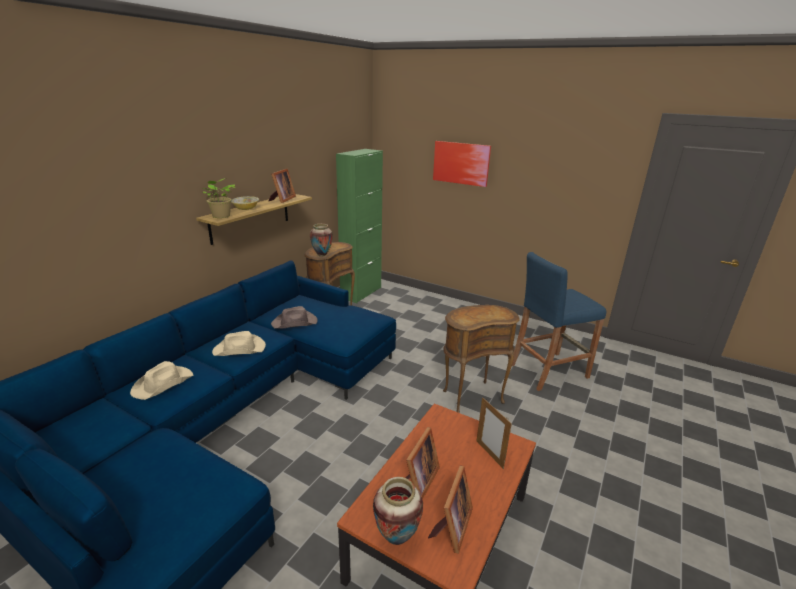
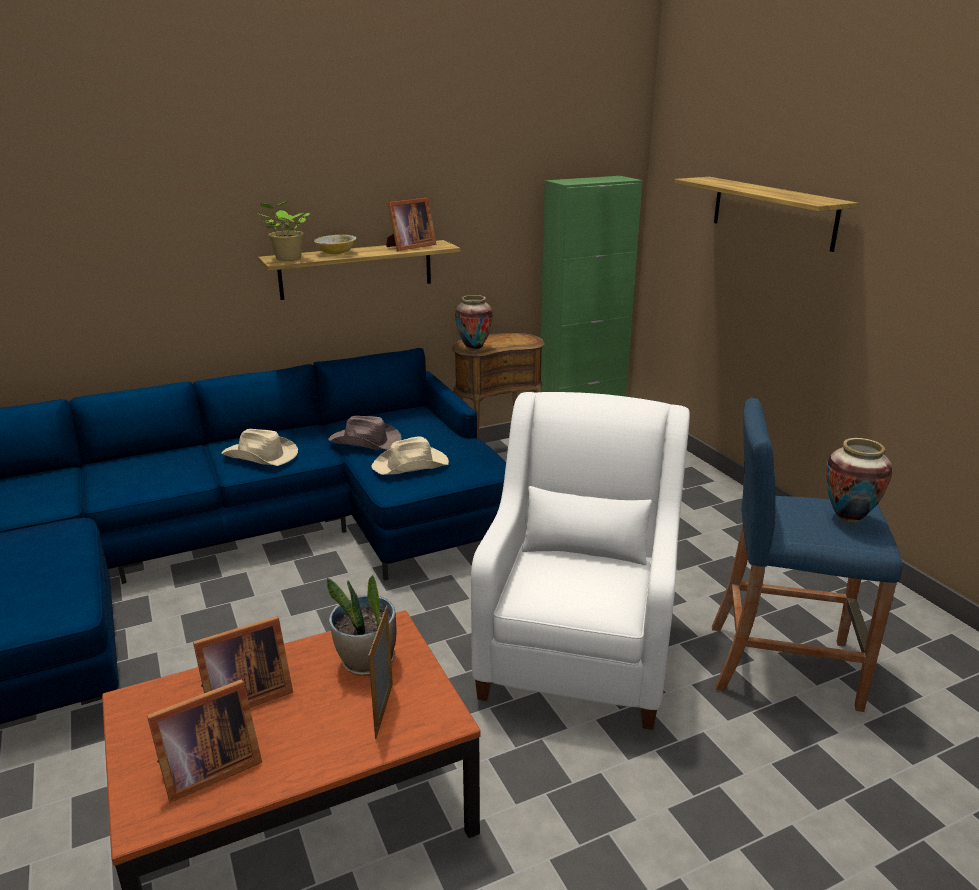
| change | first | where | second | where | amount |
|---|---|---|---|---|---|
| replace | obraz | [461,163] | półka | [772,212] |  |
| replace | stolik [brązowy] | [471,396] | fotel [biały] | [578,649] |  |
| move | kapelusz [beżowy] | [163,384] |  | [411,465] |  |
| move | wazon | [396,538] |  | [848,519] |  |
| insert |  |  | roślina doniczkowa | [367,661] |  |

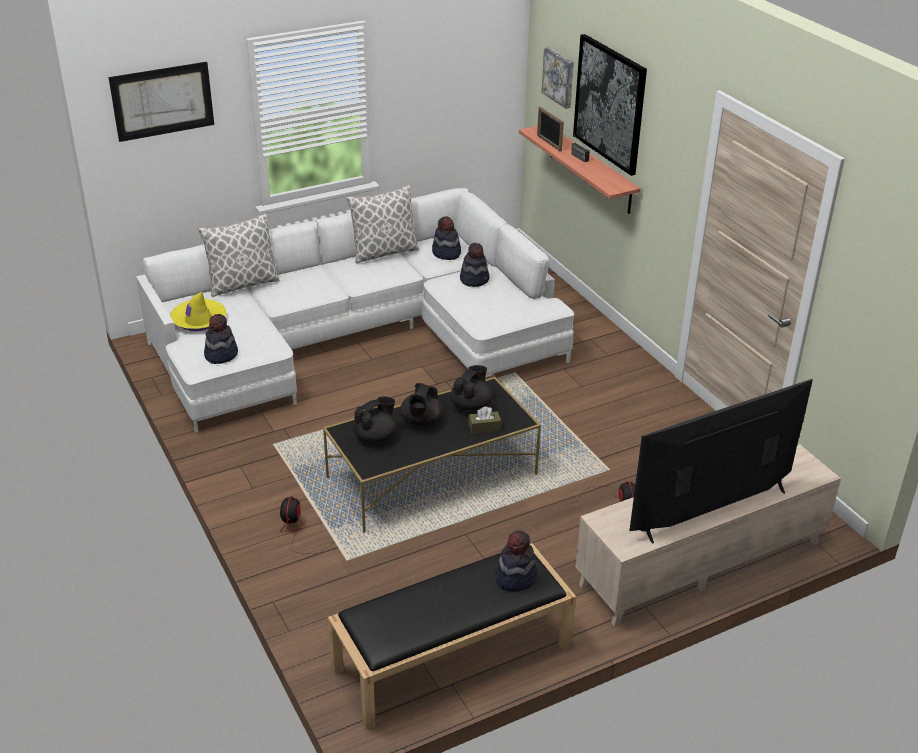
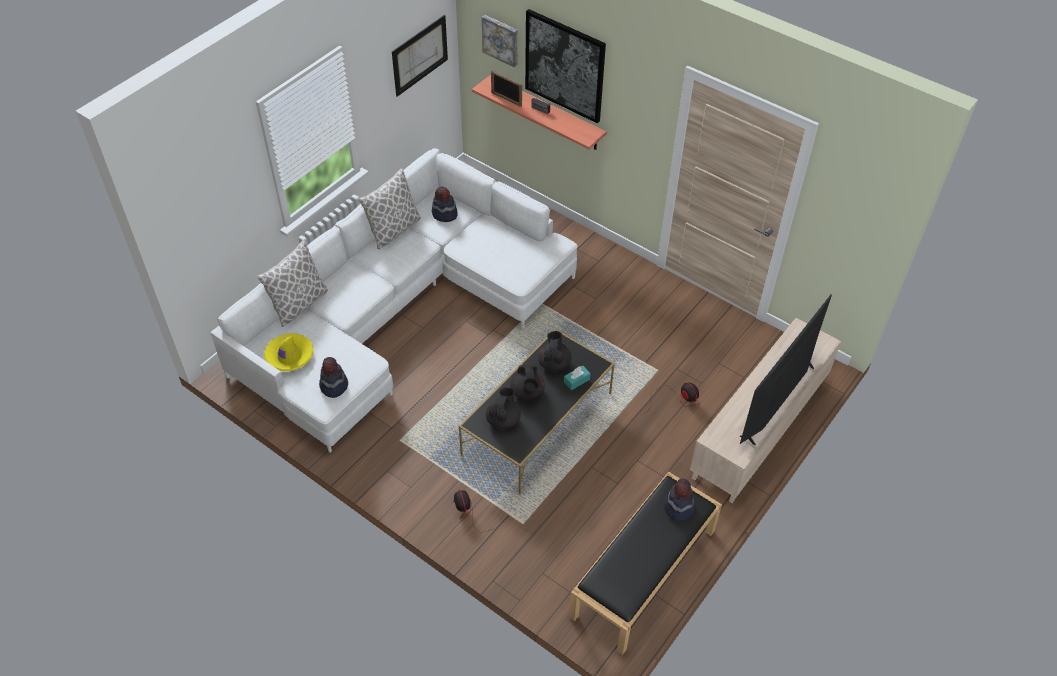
| change | first | where | second | where | amount |
|---|---|---|---|---|---|
| move | obraz | [162,101] |  | [420,55] |  |
| delete | kapelusz | [474,279] |  |  |  |
| recolor | pudełko chusteczek [brązowy] | [484,427] | pudełko chusteczek [turkusowy] | [576,381] |  |

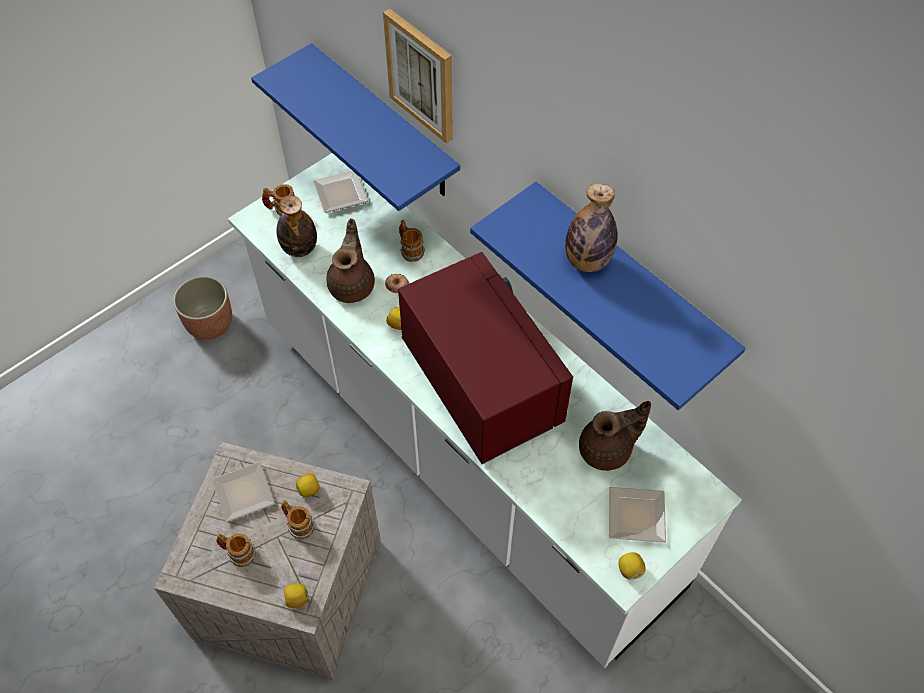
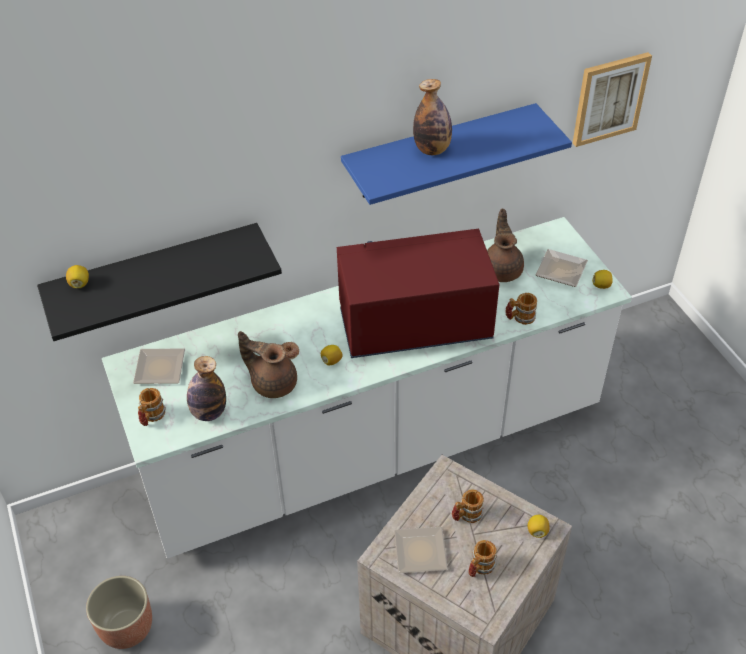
| change | first | where | second | where | amount |
|---|---|---|---|---|---|
| move | obraz | [422,75] |  | [609,98] |  |
| recolor | półka [niebieski] | [384,124] | półka [czarny] | [155,274] |  |
| move | kubek | [410,249] |  | [520,318] |  |
| move | cytryna | [309,489] |  | [79,284] |  |

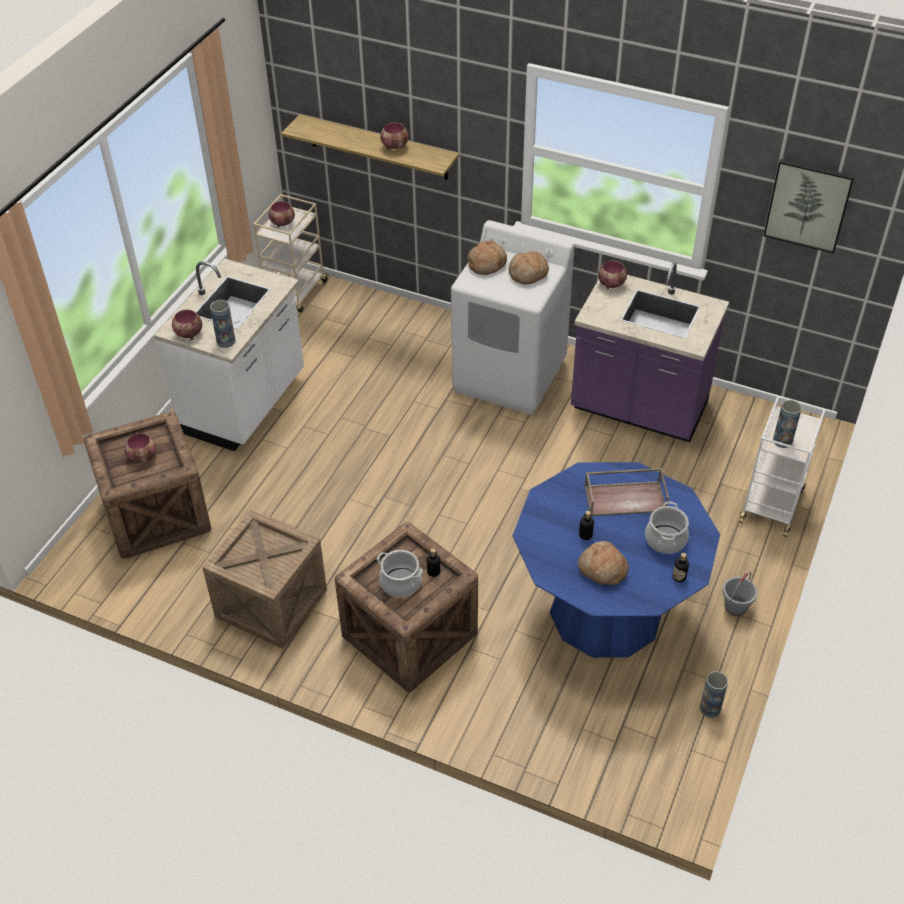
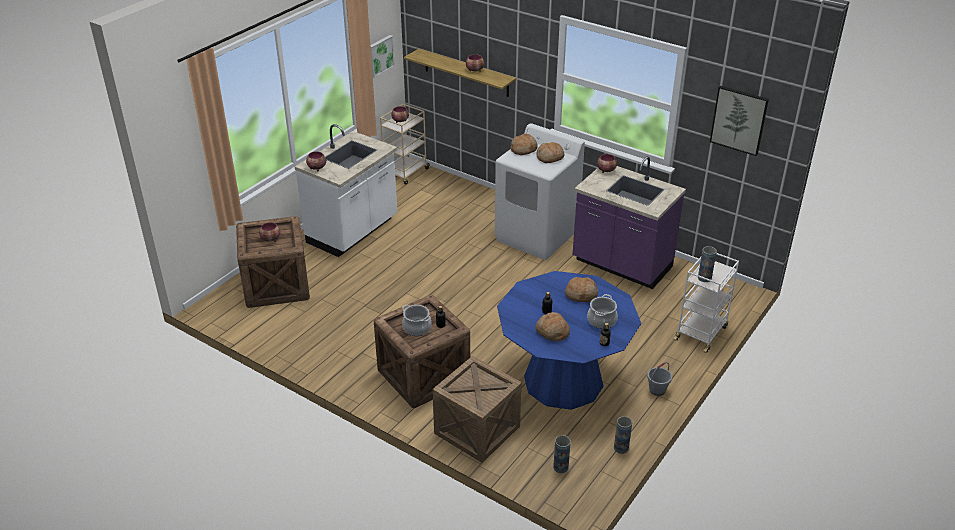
| change | first | where | second | where | amount |
|---|---|---|---|---|---|
| move | wazon | [226,341] |  | [560,467] |  |
| replace | taca [brązowy] | [626,498] | chleb | [581,294] |  |
| move | skrzynka | [271,603] |  | [477,430] |  |
| insert |  |  | obraz | [380,55] |  |

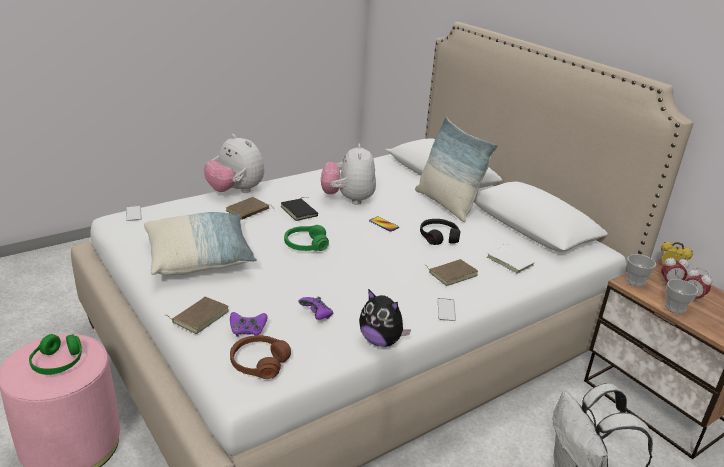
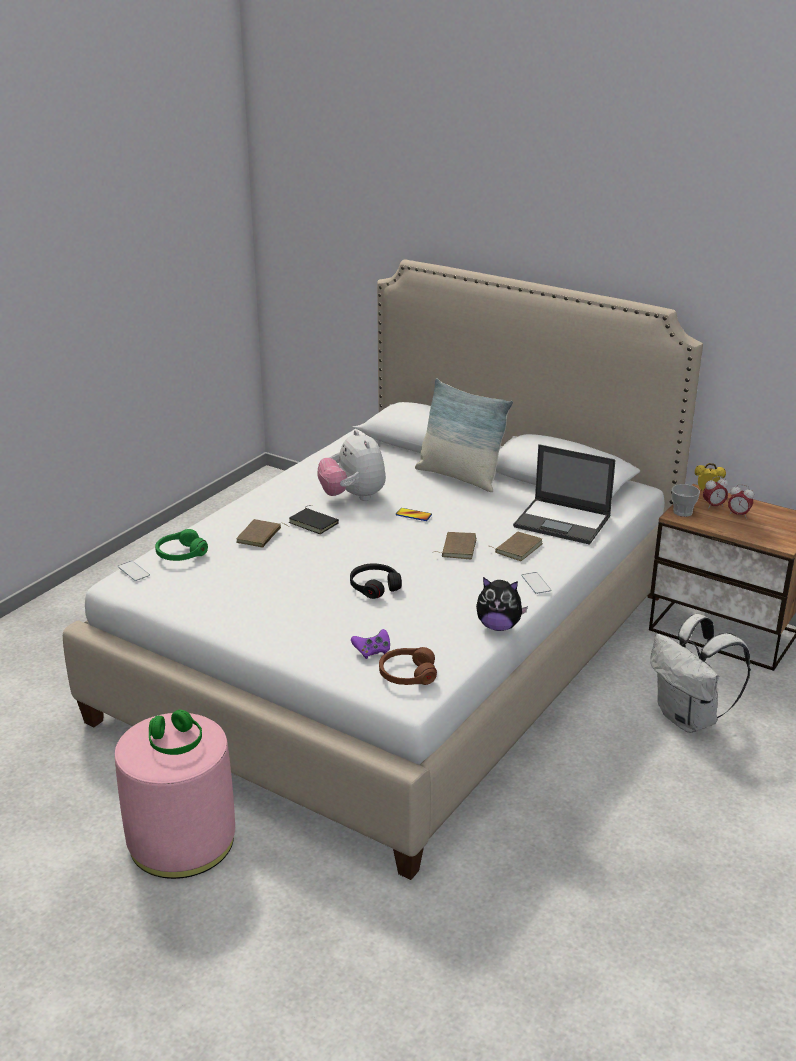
| change | first | where | second | where | amount |
|---|---|---|---|---|---|
| delete | pluszak | [235,191] |  |  |  |
| delete | poduszka | [200,258] |  |  |  |
| move | słuchawki [czarny] | [438,237] |  | [374,586] |  |
| move | słuchawki [zielony] | [305,245] |  | [181,554] |  |
| replace | książka [biały] | [511,261] | laptop | [563,522] |  |
| delete | filiżanka | [675,308] |  |  |  |
| move | książka [brązowy] | [199,316] |  | [457,548] |  |
| delete | pad do gier [fioletowy] | [317,315] |  |  |  |

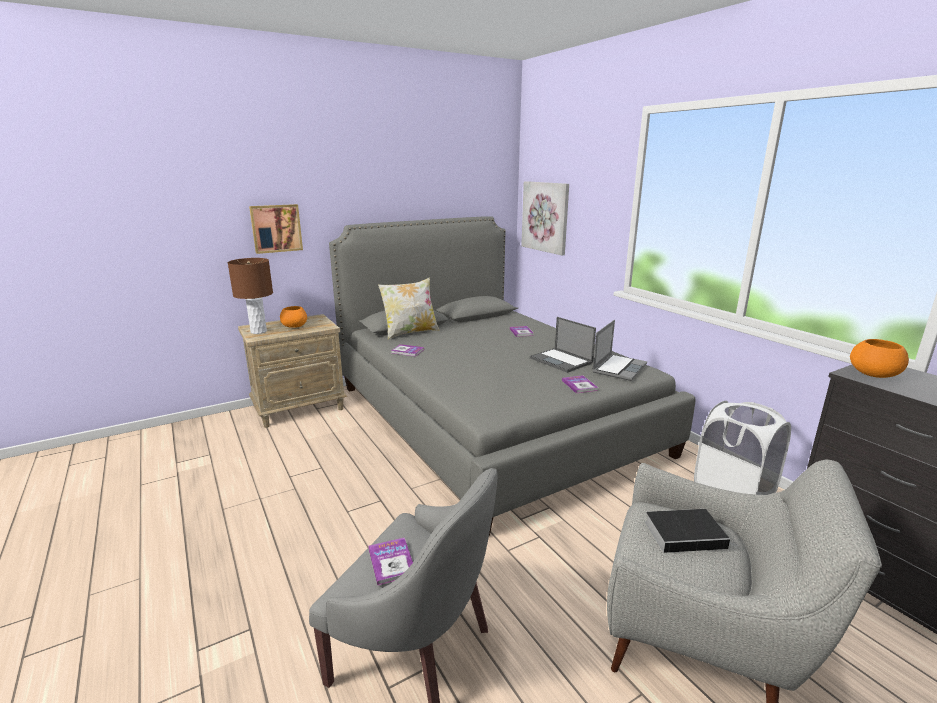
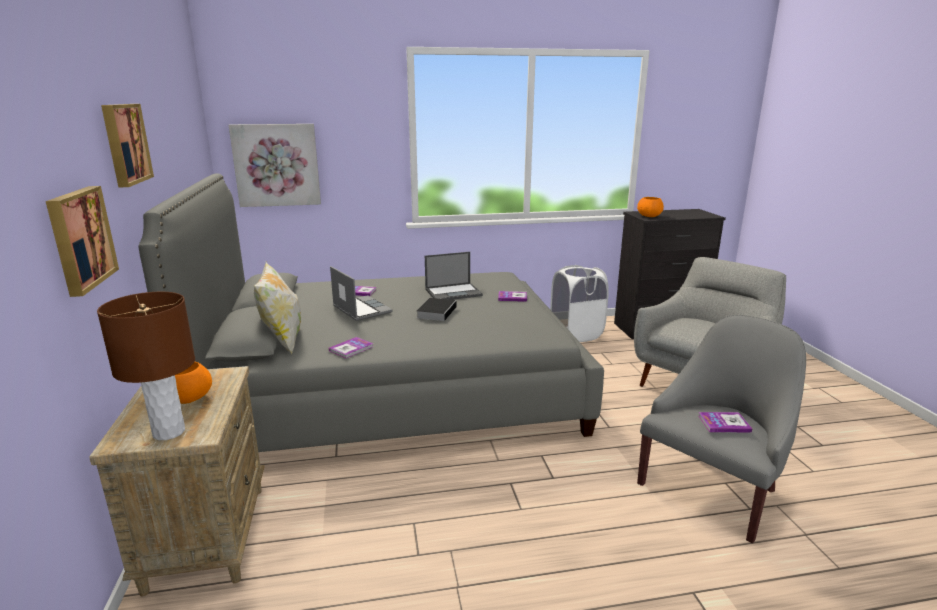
| change | first | where | second | where | amount |
|---|---|---|---|---|---|
| move | laptop | [619,368] |  | [360,309] |  |
| move | książka | [686,534] |  | [437,312] |  |
| insert |  |  | obraz | [124,144] |  |

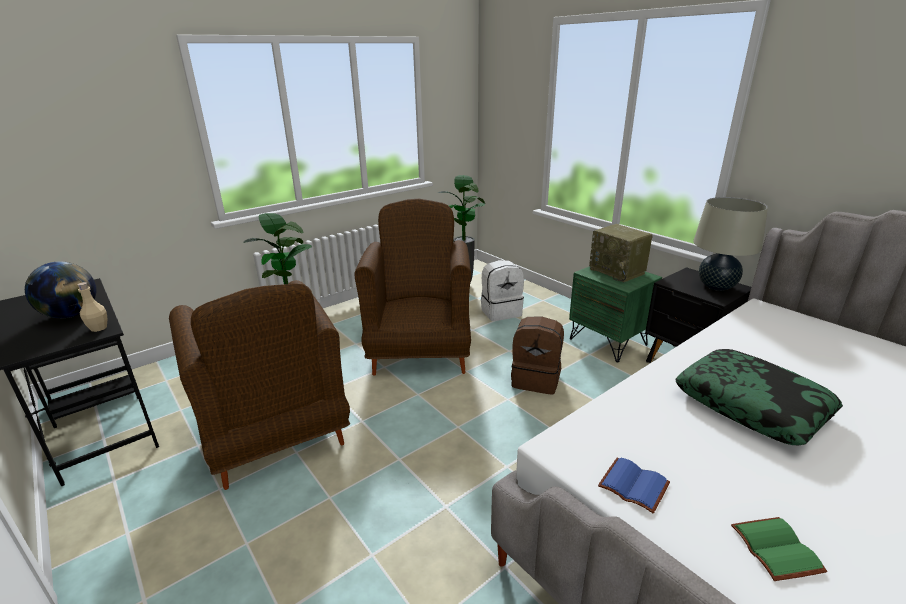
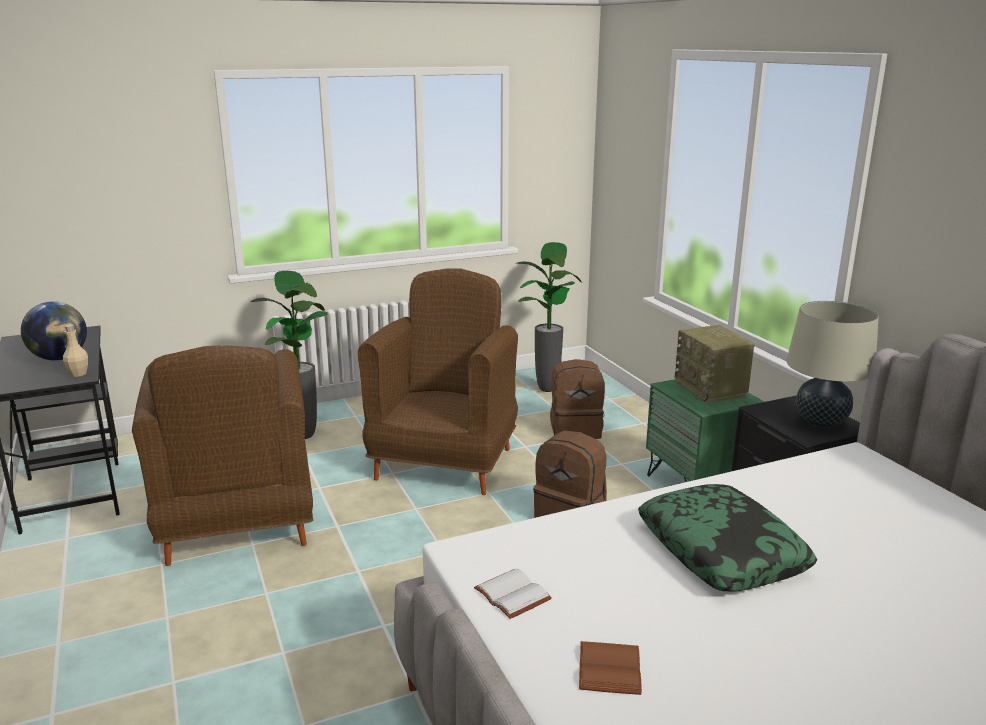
| change | first | where | second | where | amount |
|---|---|---|---|---|---|
| recolor | plecak [biały] | [500,311] | plecak [brązowy] | [575,430] |  |
| recolor | książka [niebieski] | [632,486] | książka [biały] | [510,595] |  |
| recolor | książka [zielony] | [778,550] | książka [brązowy] | [611,670] |  |

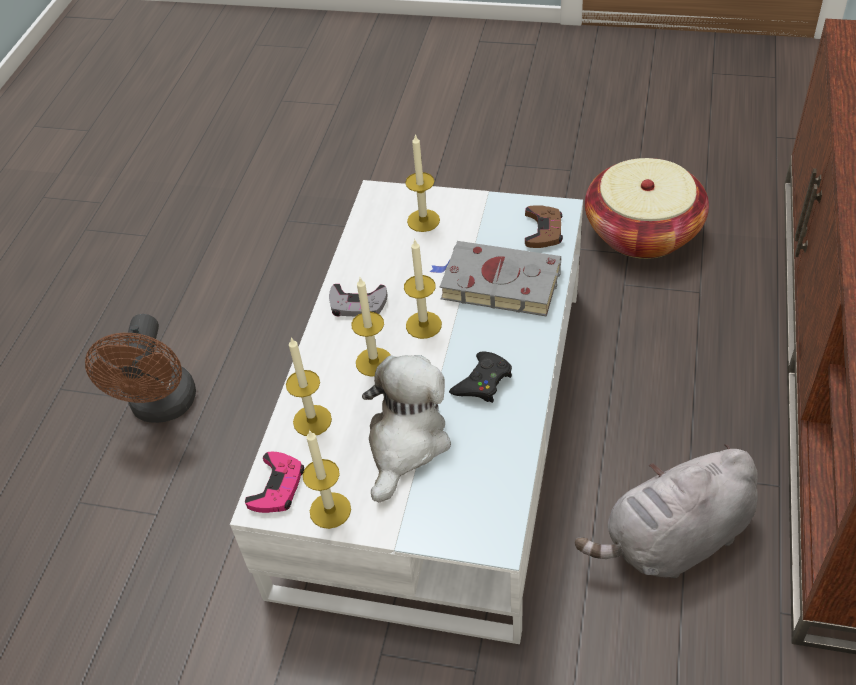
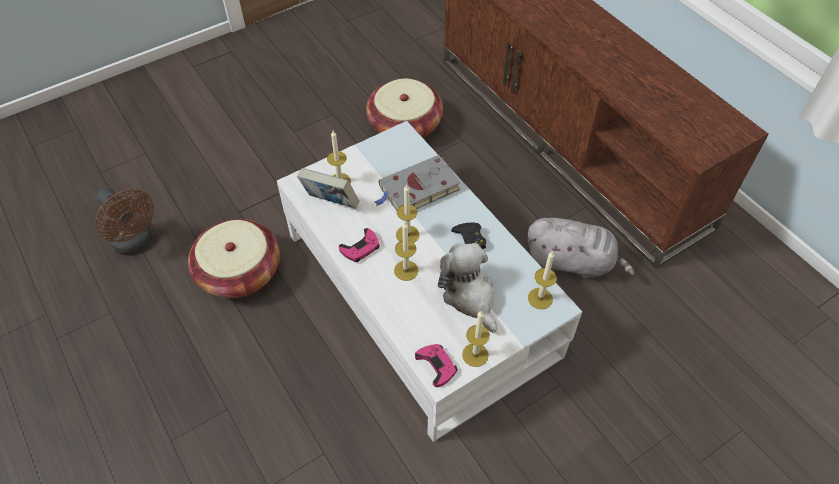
| change | first | where | second | where | amount |
|---|---|---|---|---|---|
| delete | pad do gier [brązowy] | [543,230] |  |  |  |
| recolor | pad do gier [szary] | [357,304] | pad do gier [różowy] | [360,248] |  |
| move | wentylator [brązowy] | [162,407] |  | [136,242] |  |
| move | świeca | [312,420] |  | [540,298] |  |
| rotate | pluszak [szary] | [673,540] |  | [572,262] | 90 degrees counterclockwise |
| insert |  |  | książka | [330,203] |  |
| insert |  |  | koszyk | [240,272] |  |

